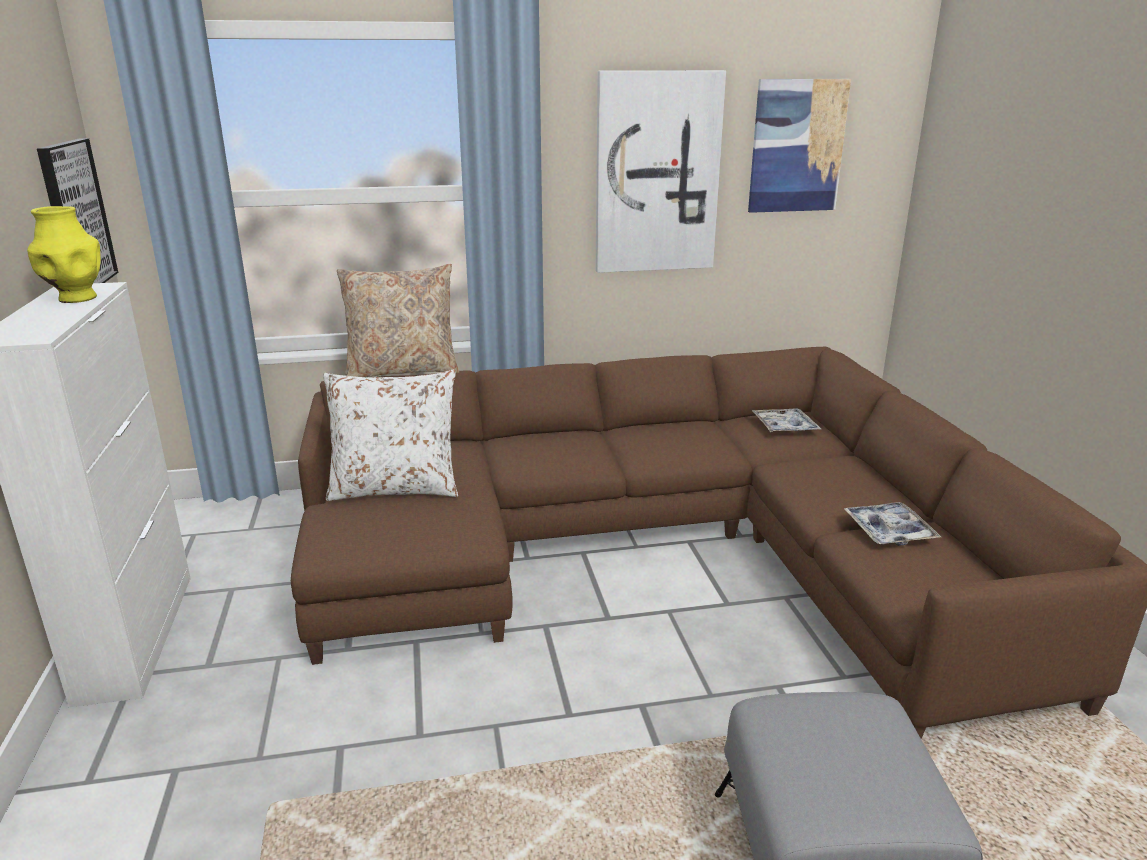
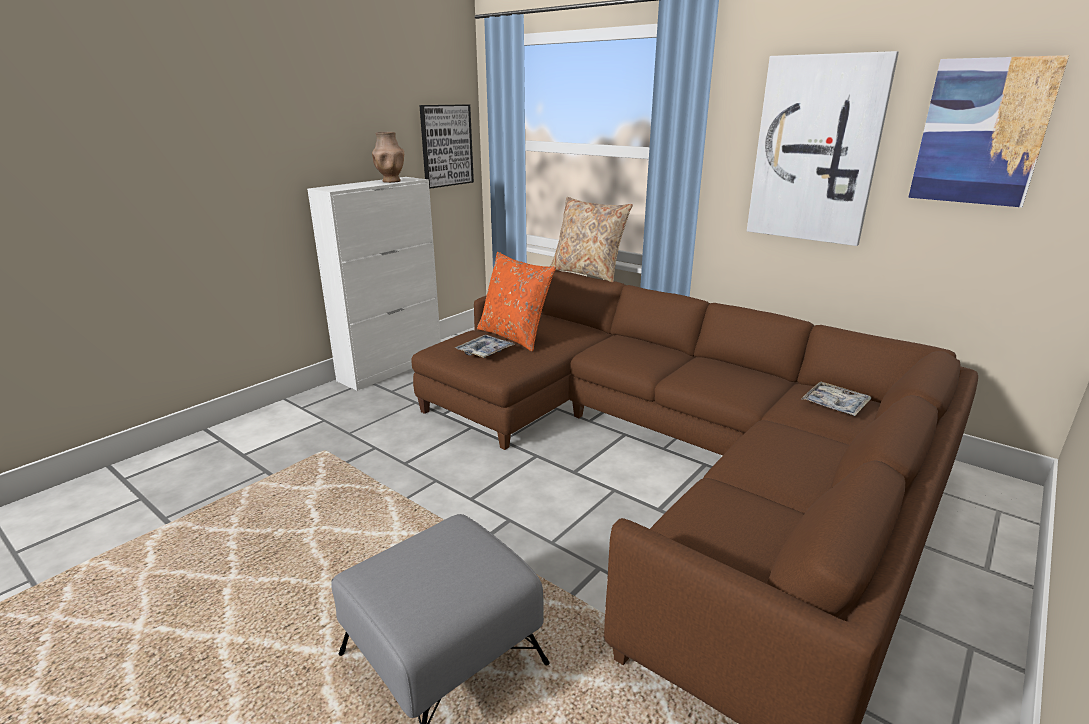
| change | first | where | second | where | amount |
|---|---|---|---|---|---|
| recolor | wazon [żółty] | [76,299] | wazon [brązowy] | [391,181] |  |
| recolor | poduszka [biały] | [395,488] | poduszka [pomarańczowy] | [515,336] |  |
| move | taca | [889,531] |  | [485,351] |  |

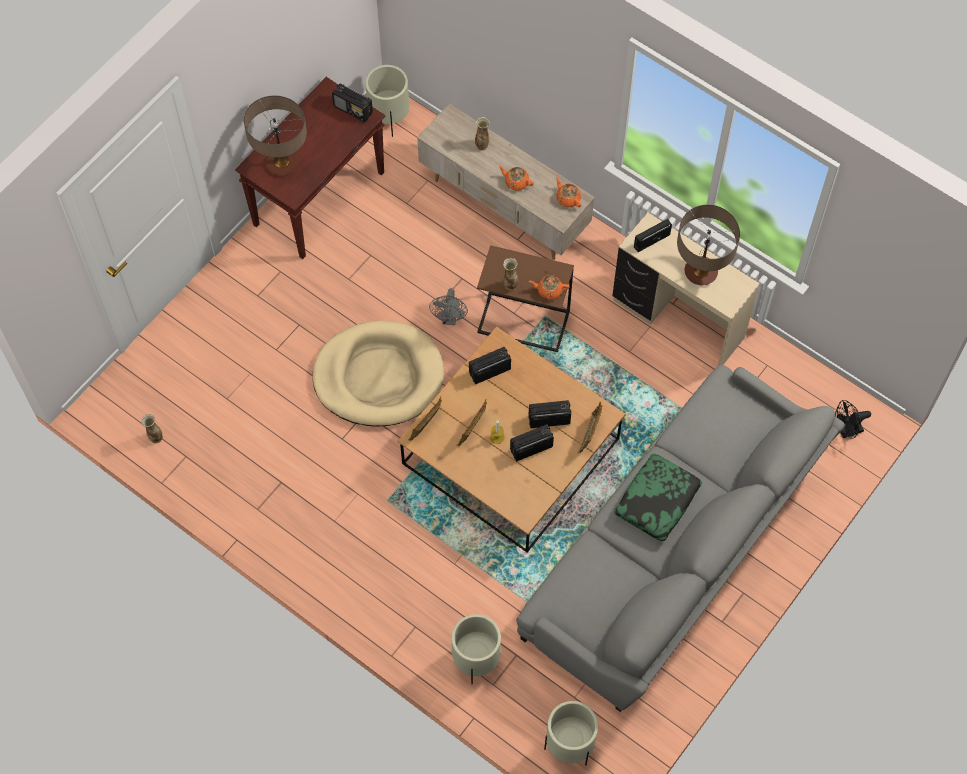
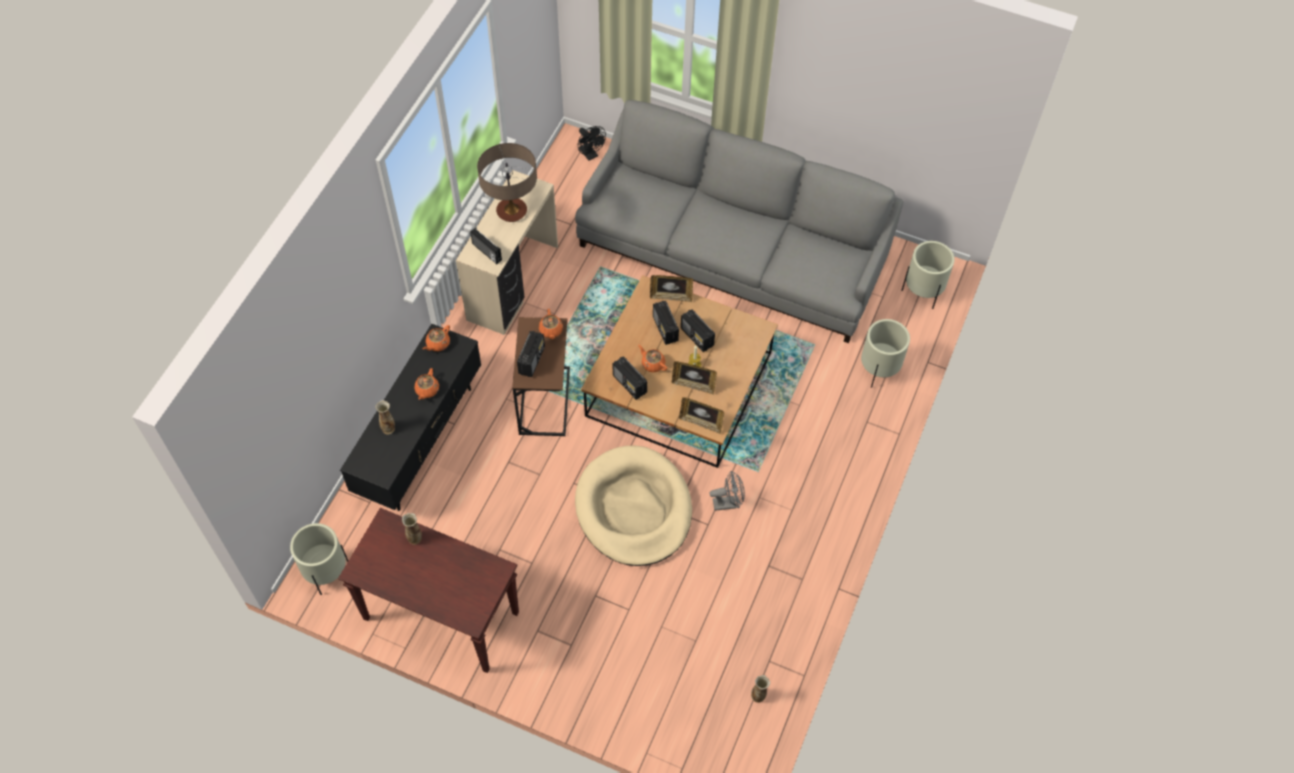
| change | first | where | second | where | amount |
|---|---|---|---|---|---|
| move | radio | [353,110] |  | [532,360] |  |
| delete | lampa stołowa | [282,163] |  |  |  |
| recolor | szafka pod telewizor [beżowy] | [504,209] | szafka pod telewizor [czarny] | [421,442] |  |
| move | wazon | [510,285] |  | [415,539] |  |
| move | wentylator [szary] | [449,319] |  | [728,503] |  |
| delete | poduszka | [657,501] |  |  |  |
| insert |  |  | imbryk [pomarańczowy] | [652,364] |  |

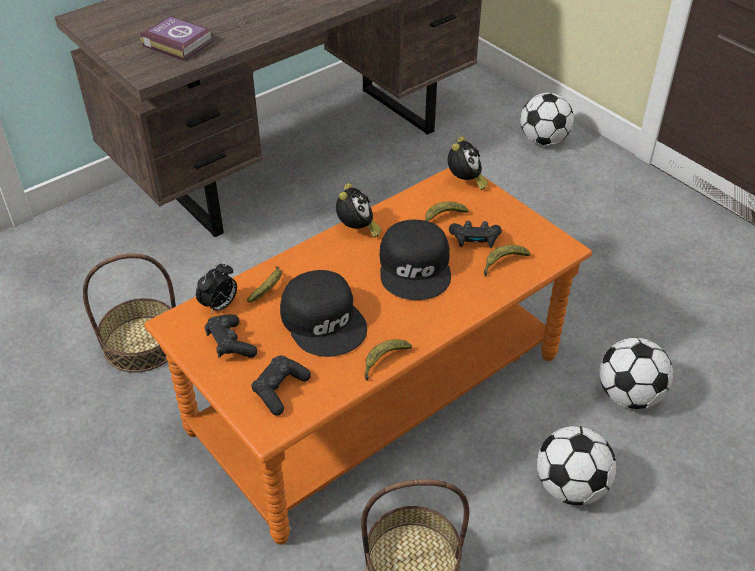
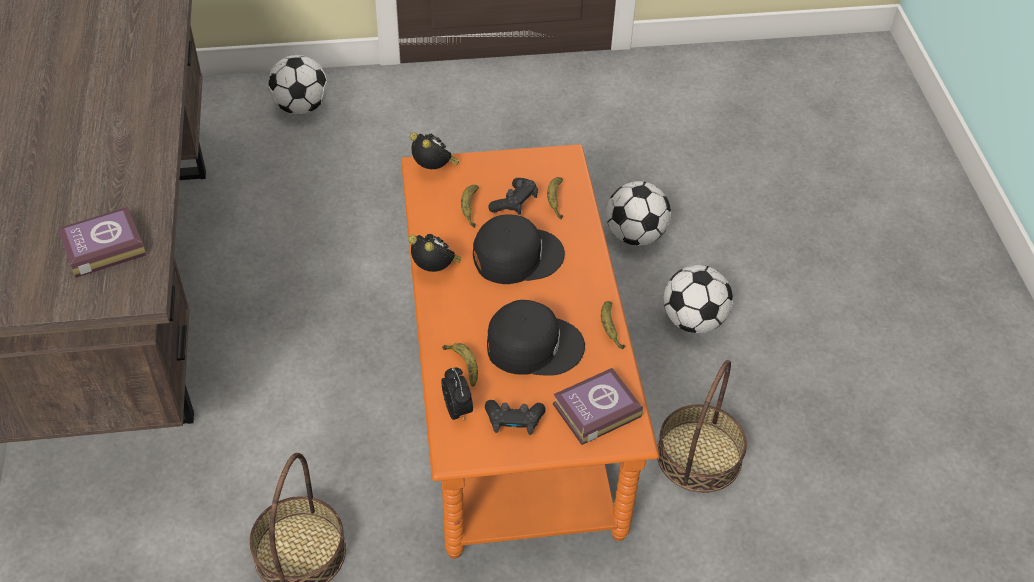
| change | first | where | second | where | amount |
|---|---|---|---|---|---|
| rotate | czapka z daszkiem [czarny] | [416,267] |  | [516,255] | 45 degrees counterclockwise |
| replace | pad do gier [czarny] | [280,390] | książka | [594,410] |  |

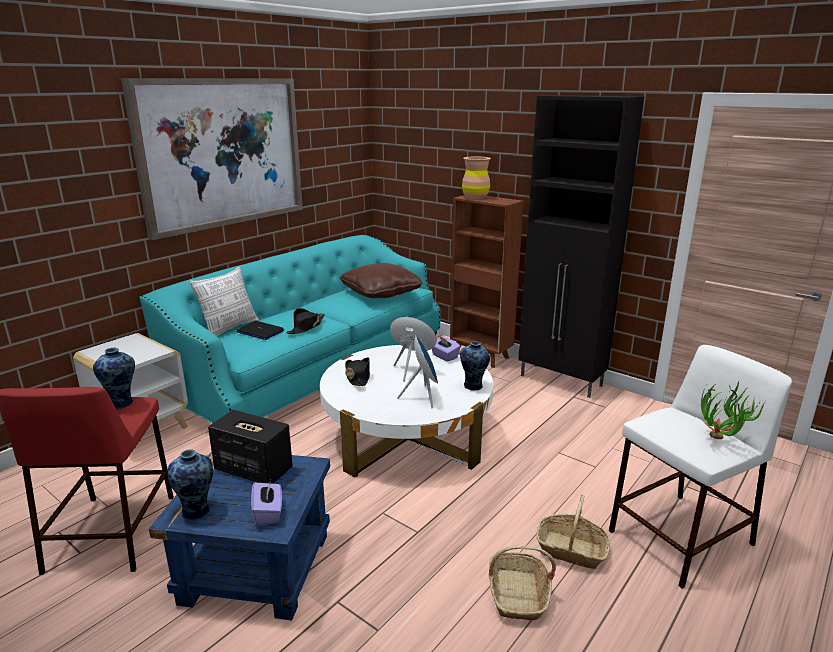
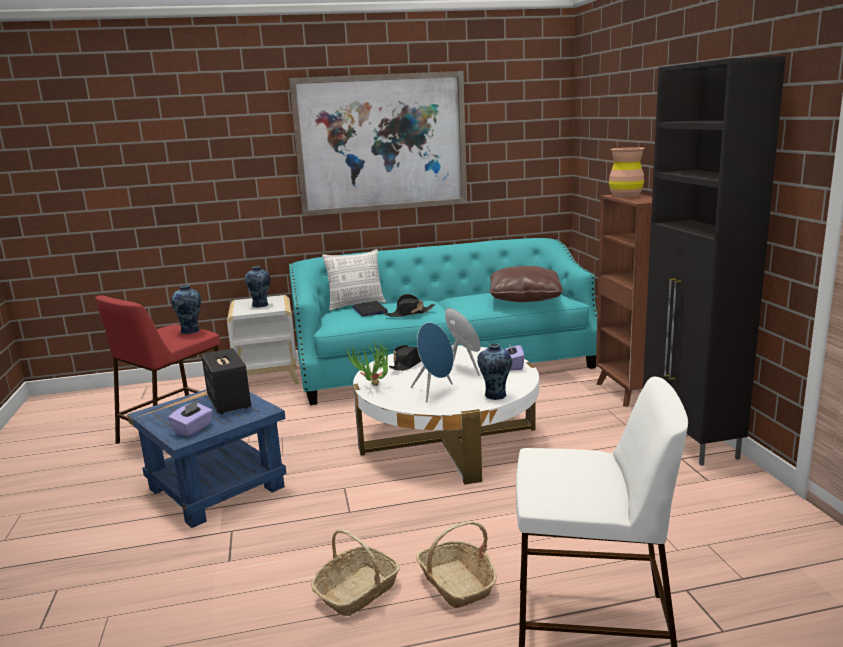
| change | first | where | second | where | amount |
|---|---|---|---|---|---|
| move | roślina doniczkowa | [721,442] |  | [372,388] |  |
| move | wazon | [197,511] |  | [260,305] |  |

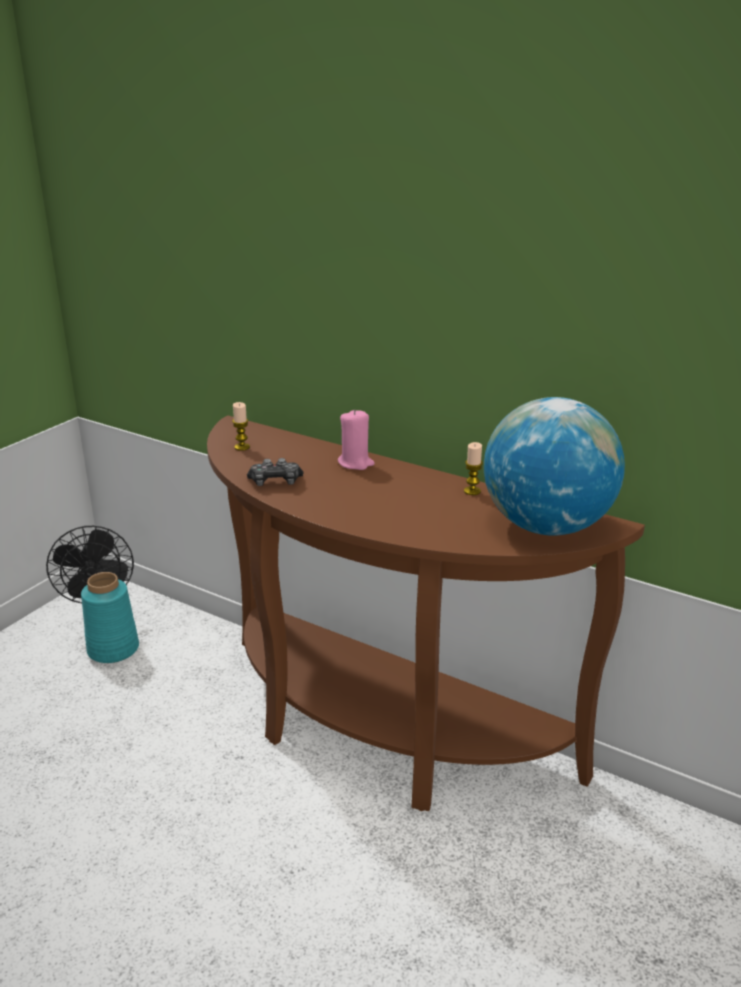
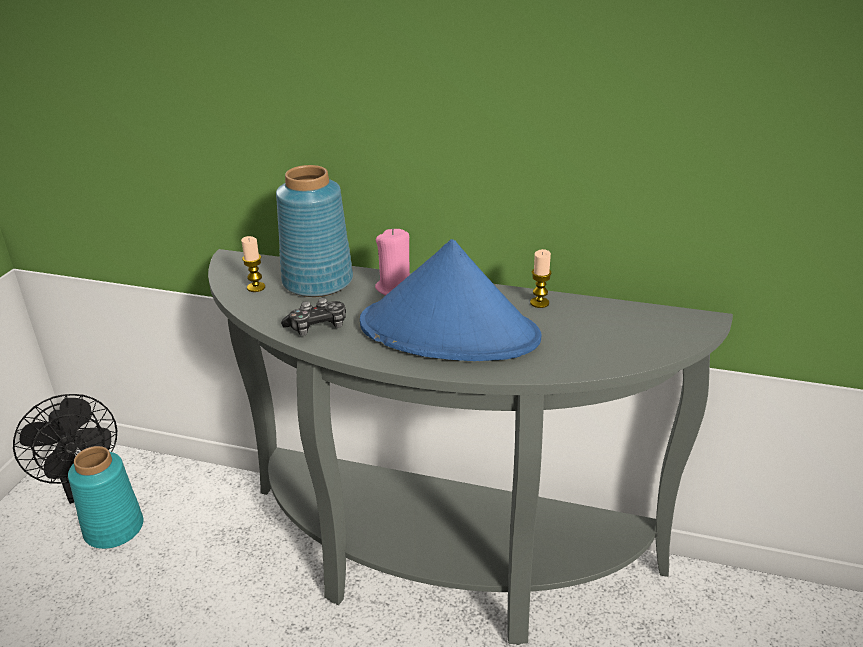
| change | first | where | second | where | amount |
|---|---|---|---|---|---|
| delete | globus | [546,526] |  |  |  |
| recolor | stolik konsolowy [brązowy] | [376,733] | stolik konsolowy [szary] | [440,565] |  |
| insert |  |  | wazon [niebieski] | [317,281] |  |
| insert |  |  | kapelusz [niebieski] | [450,332] |  |

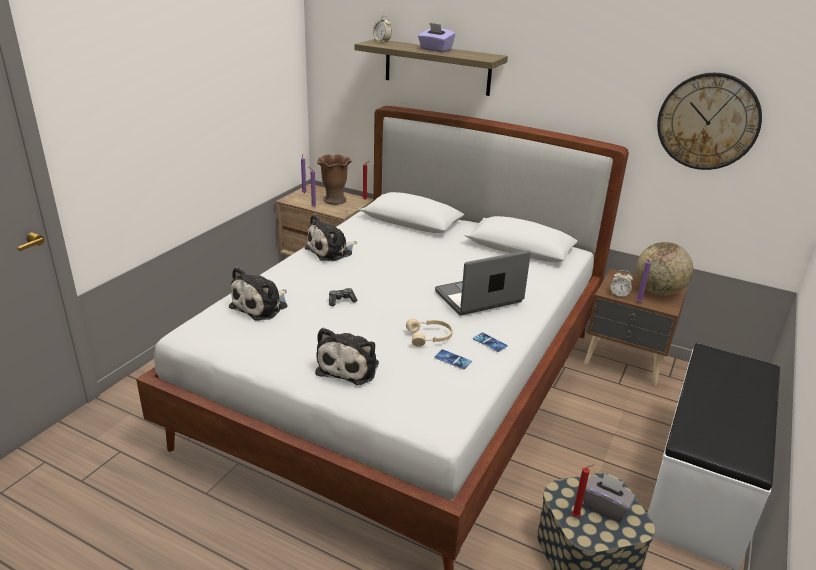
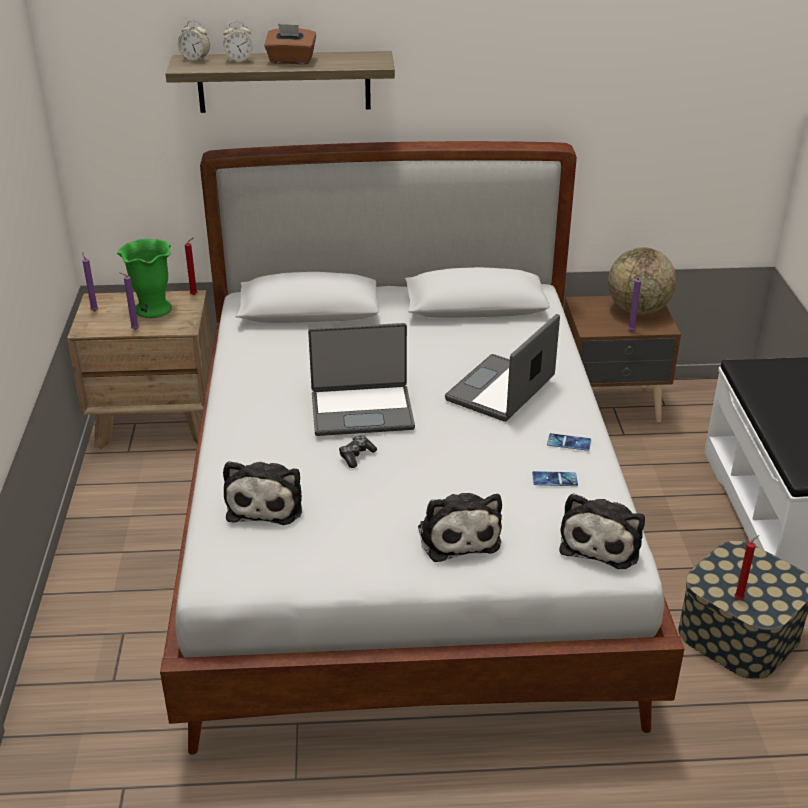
| change | first | where | second | where | amount |
|---|---|---|---|---|---|
| recolor | pudełko chusteczek [fioletowy] | [435,50] | pudełko chusteczek [brązowy] | [291,61] |  |
| delete | zegar ścienny | [708,121] |  |  |  |
| recolor | wazon [brązowy] | [335,200] | wazon [zielony] | [153,309] |  |
| move | pluszak | [331,251] |  | [602,541] |  |
| move | budzik | [619,294] |  | [239,60] |  |
| delete | słuchawki [beżowy] | [430,337] |  |  |  |
| delete | pudełko chusteczek [szary] | [605,506] |  |  |  |
| insert |  |  | laptop | [362,410] |  |

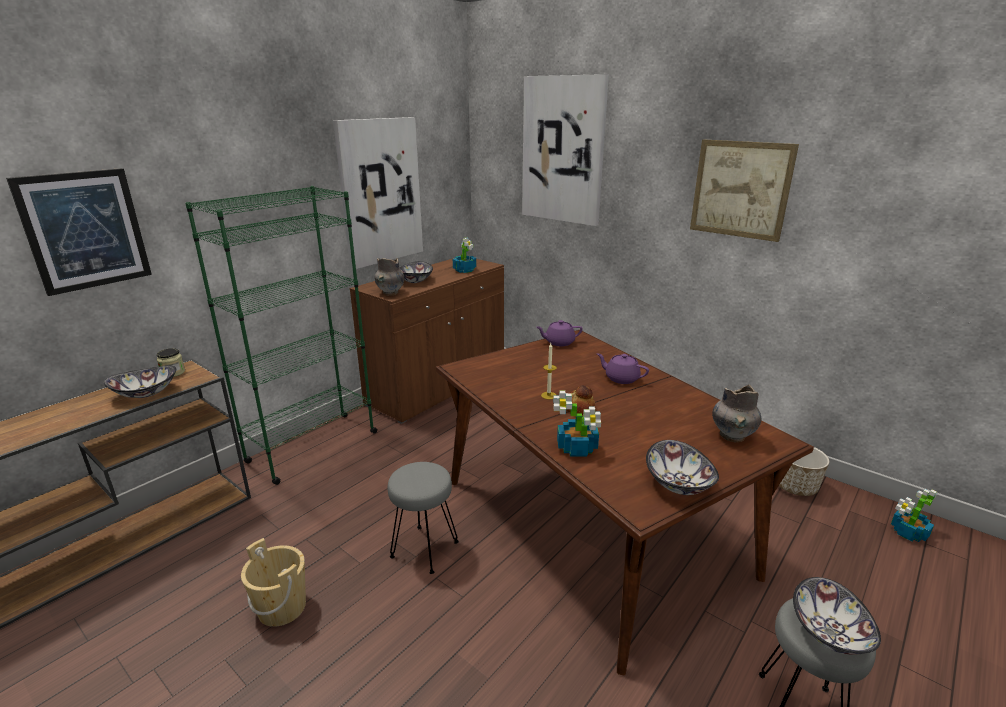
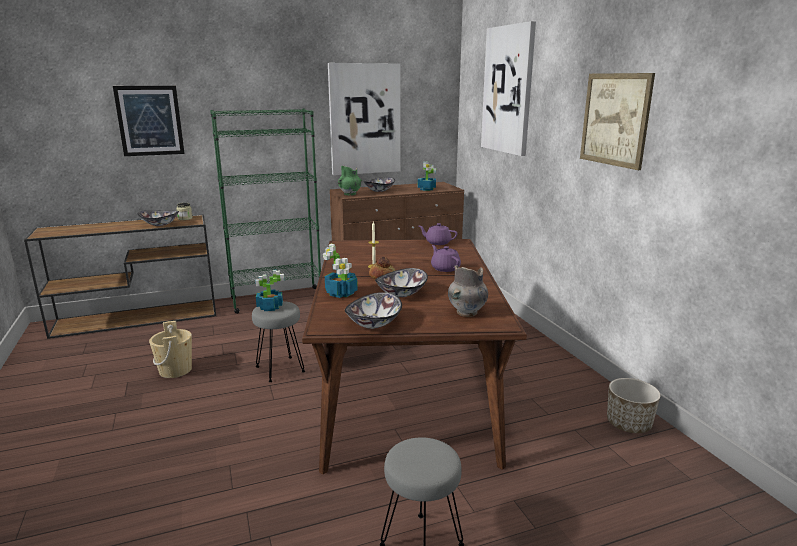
| change | first | where | second | where | amount |
|---|---|---|---|---|---|
| recolor | wazon [szary] | [391,293] | wazon [zielony] | [350,194] |  |
| move | roślina doniczkowa | [908,533] |  | [269,307] |  |
| move | miska | [830,633] |  | [402,294] |  |

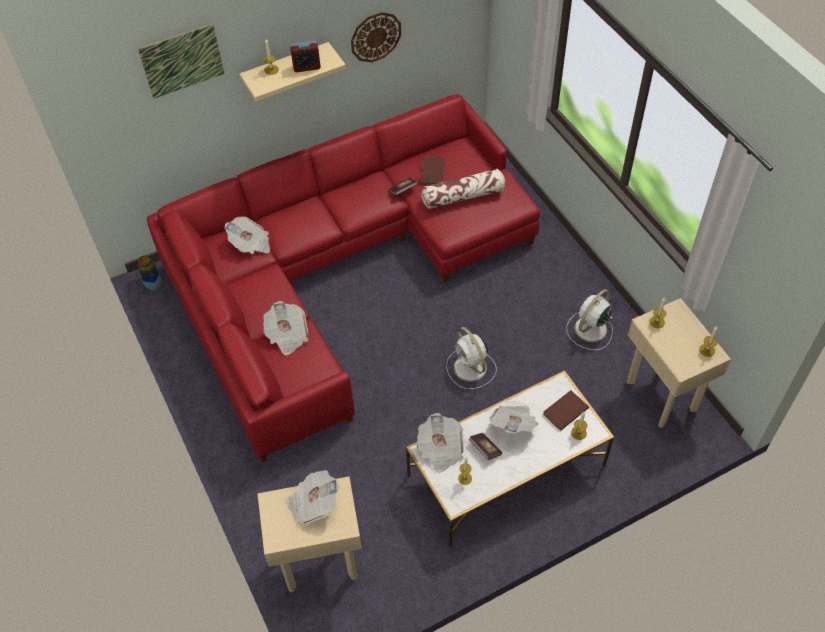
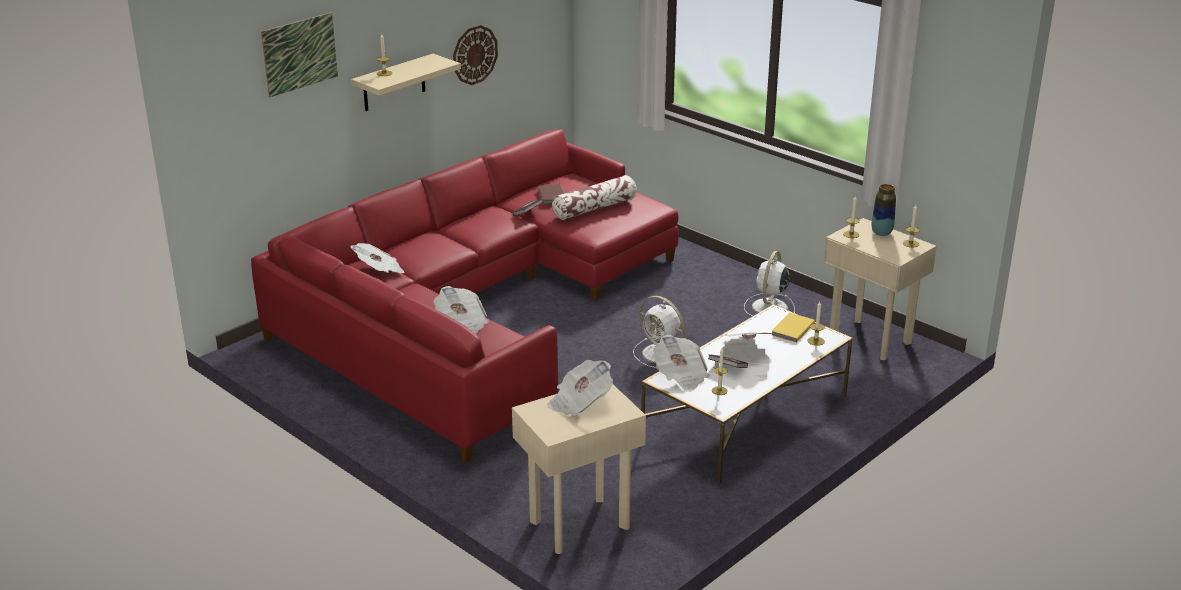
| change | first | where | second | where | amount |
|---|---|---|---|---|---|
| delete | budzik | [306,67] |  |  |  |
| move | wazon | [153,285] |  | [881,233] |  |
| recolor | książka [brązowy] | [564,411] | książka [żółty] | [791,329] |  |

